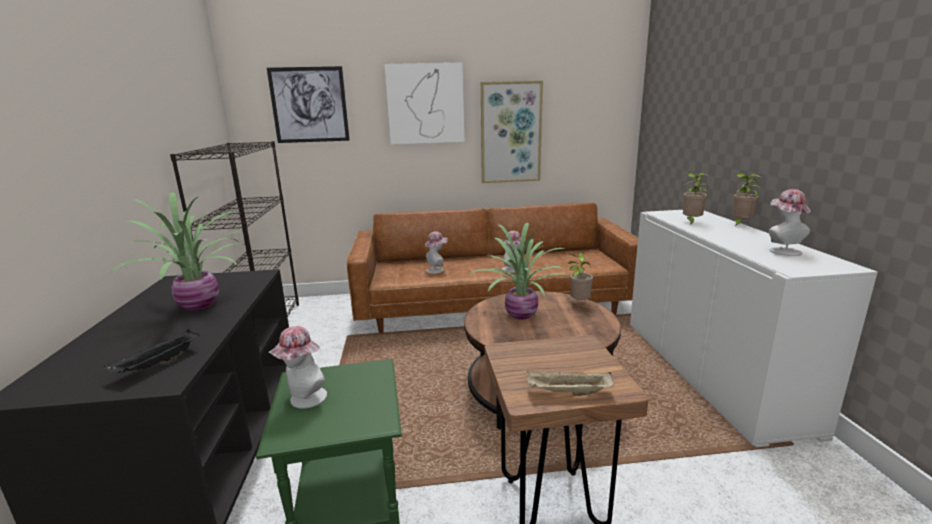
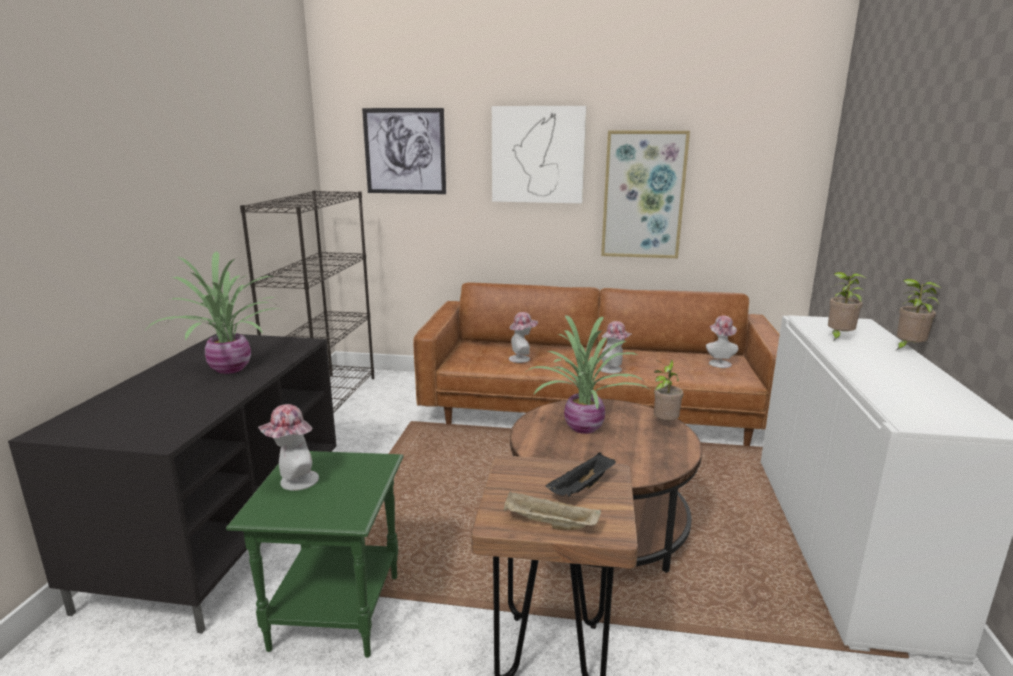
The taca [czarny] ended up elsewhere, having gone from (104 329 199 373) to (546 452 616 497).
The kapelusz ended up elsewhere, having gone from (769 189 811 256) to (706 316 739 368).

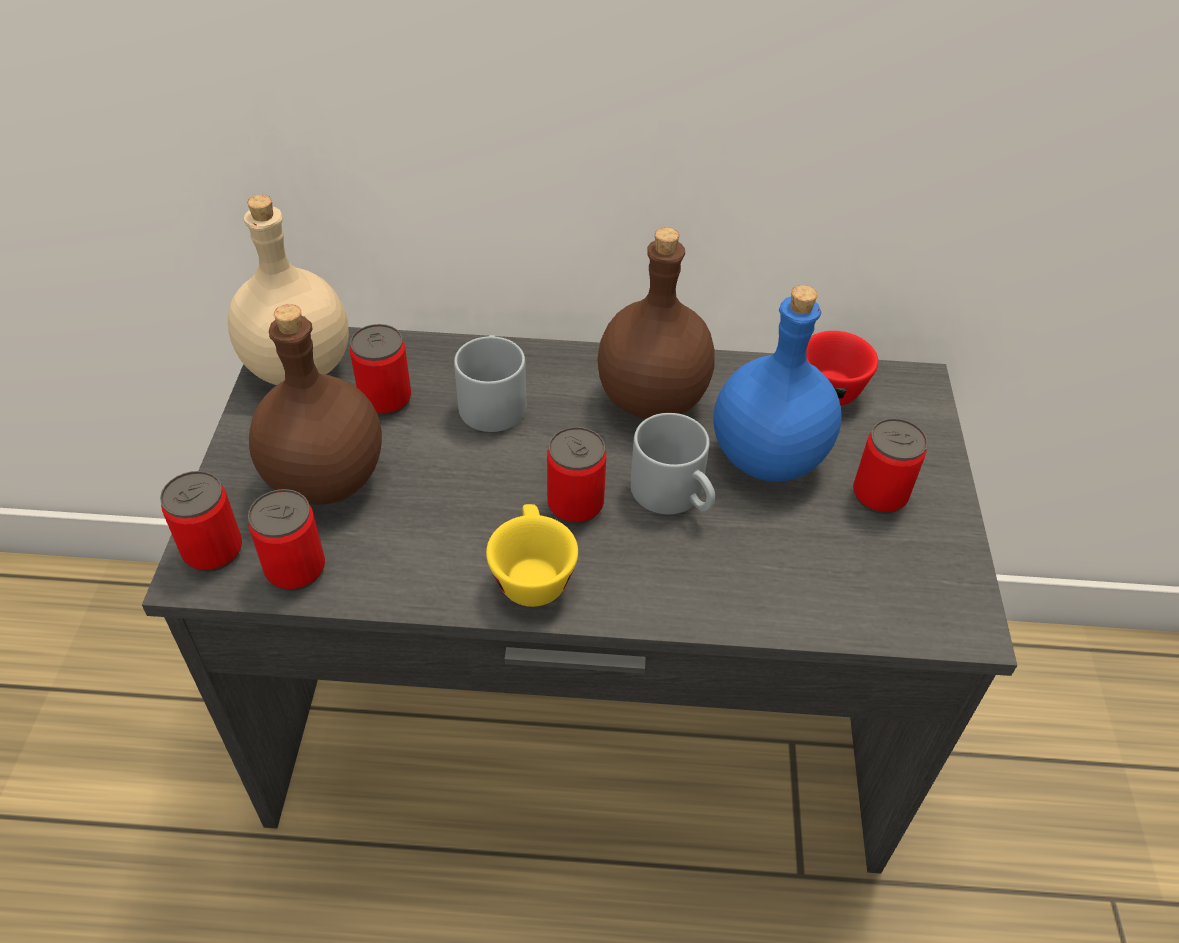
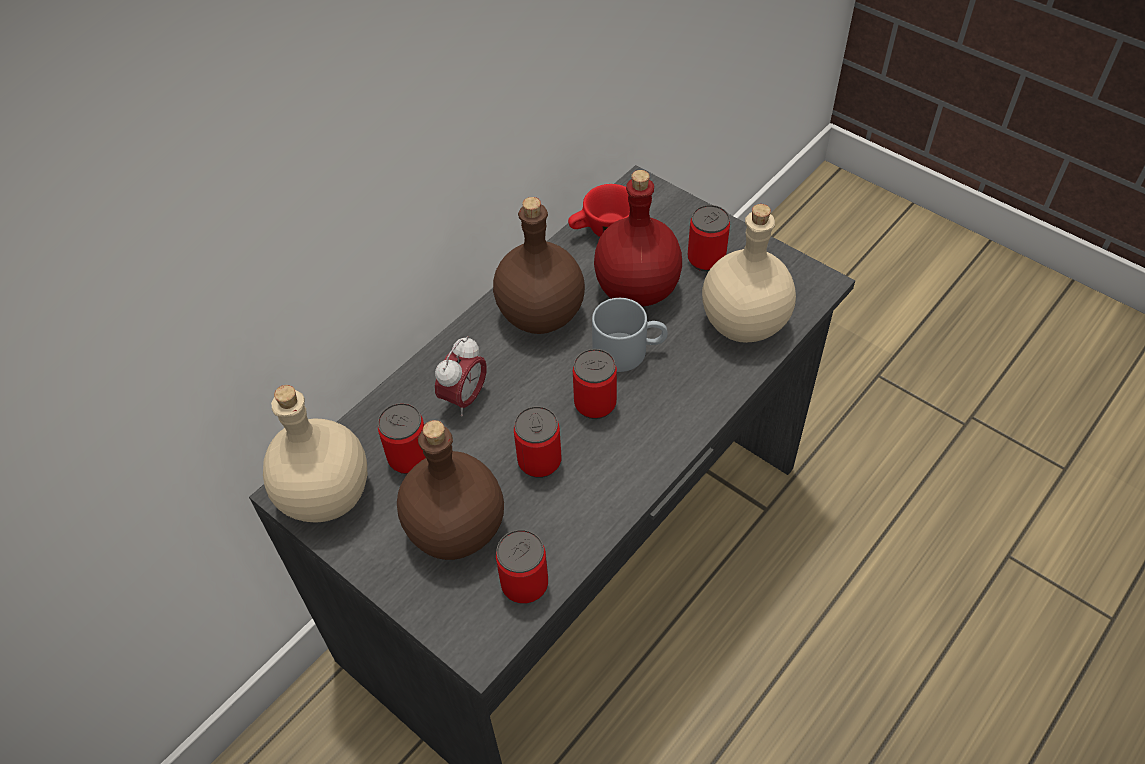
The second view lost the filiżanka [żółty] at (486 504 578 607).
The second view gained the butelka [beżowy] at (702 204 796 343).
The puszka ended up elsewhere, having gone from (160 471 242 572) to (514 406 561 478).
Where the kubek [szary] stood at (454 335 526 432), the budzik came to stand at (435 336 487 416).
What was the butelka [niebieski] at (713 285 841 482) turned into the butelka [czerwony] at (594 170 682 307).

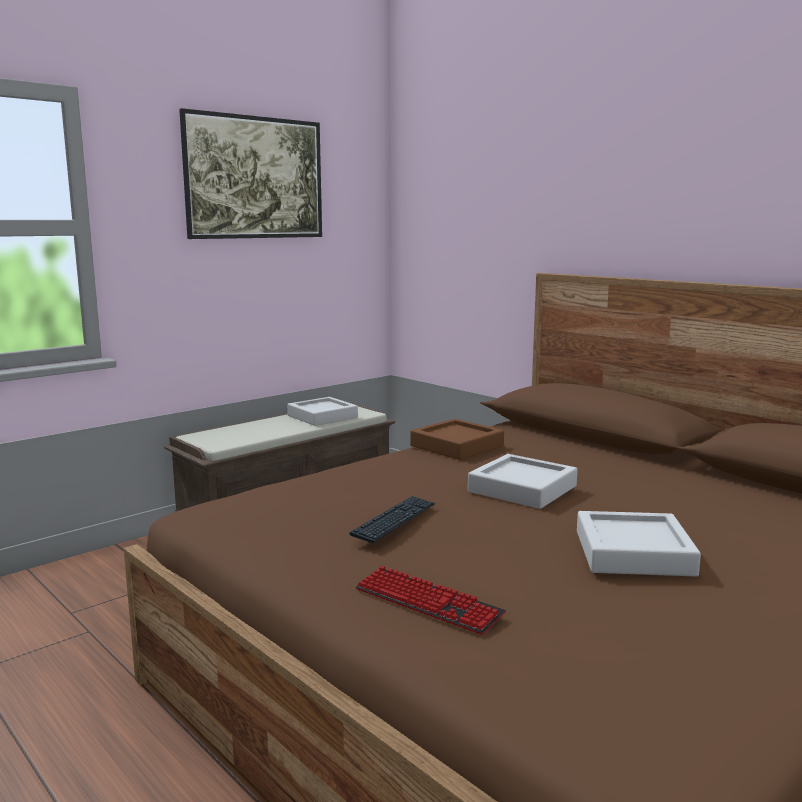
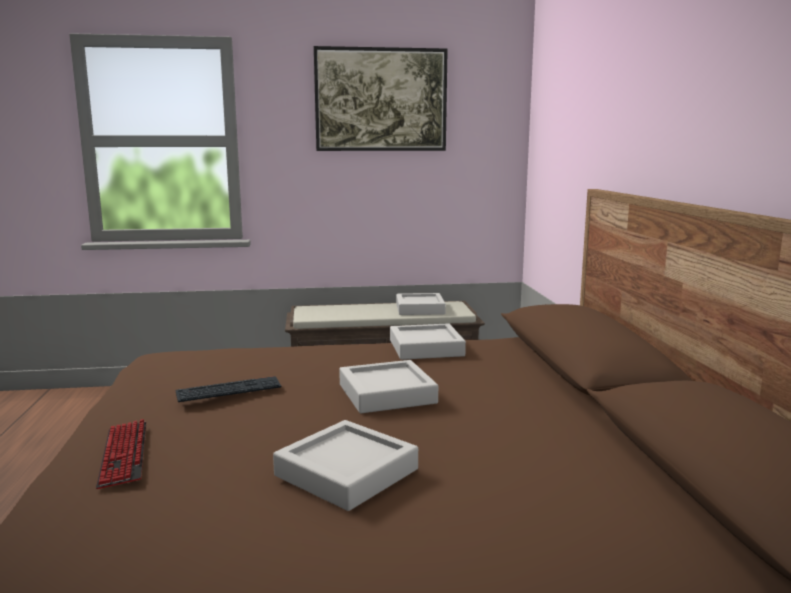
What was the taca [brązowy] at (410 419 504 460) turned into the taca [szary] at (390 323 466 360).

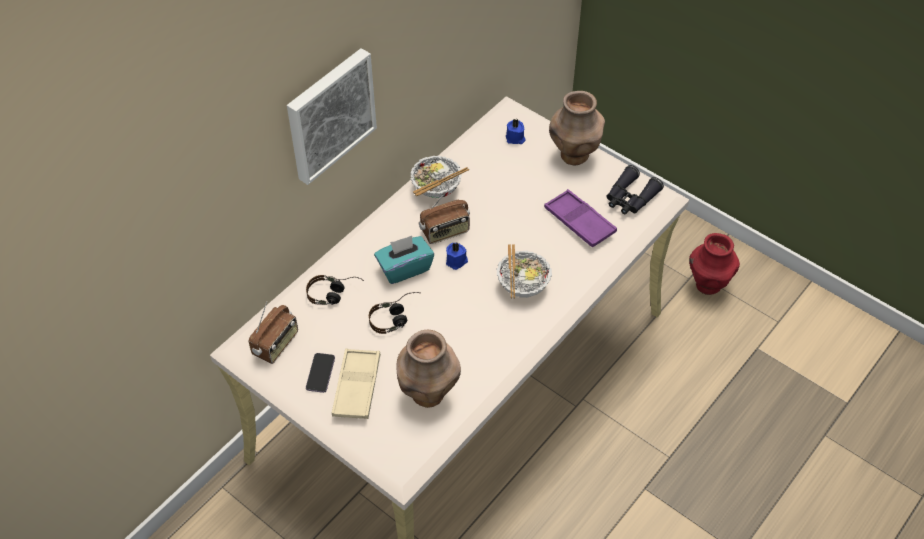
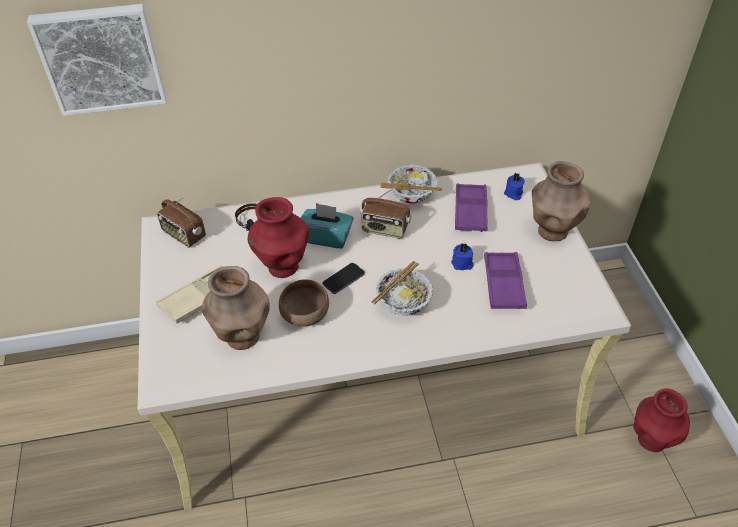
The second view lost the lornetka [czarny] at (606 165 664 214).
The second view gained the miska [brązowy] at (279 279 329 327).
The second view gained the taca [fioletowy] at (455 183 488 232).
The obraz ended up elsewhere, having gone from (287 48 377 185) to (27 4 166 116).
The telefon ended up elsewhere, having gone from (306 353 335 393) to (323 263 365 294).
The świeca [niebieski] ended up elsewhere, having gone from (446 243 468 270) to (451 243 474 270).
Where the słuchawki stood at (369 292 420 334), the wazon [czerwony] came to stand at (247 197 309 278).
The radio at (249 301 298 364) ended up facing another way, 60 degrees clockwise from before.

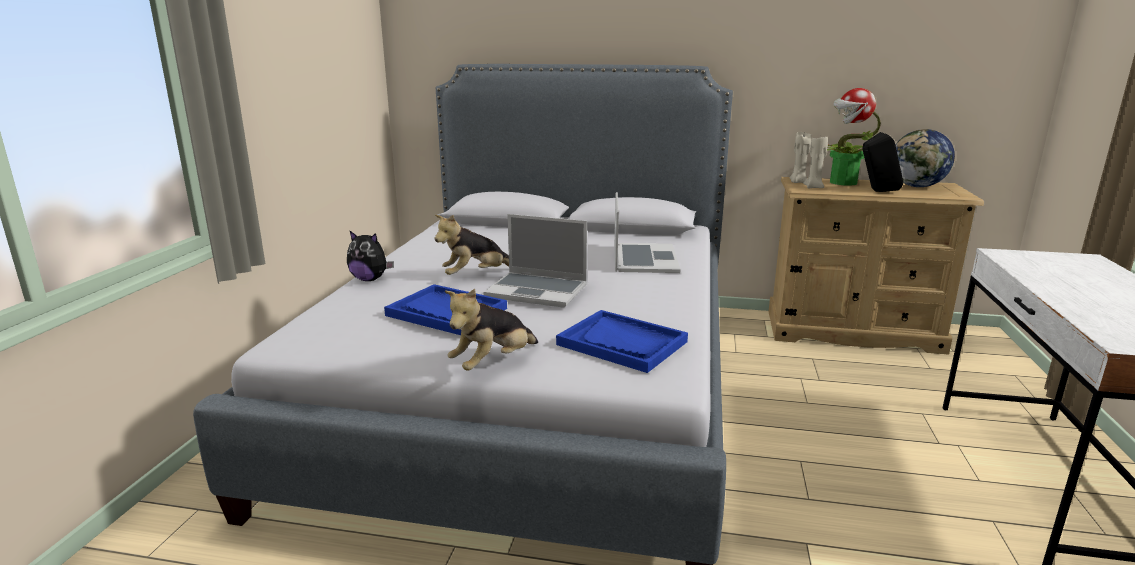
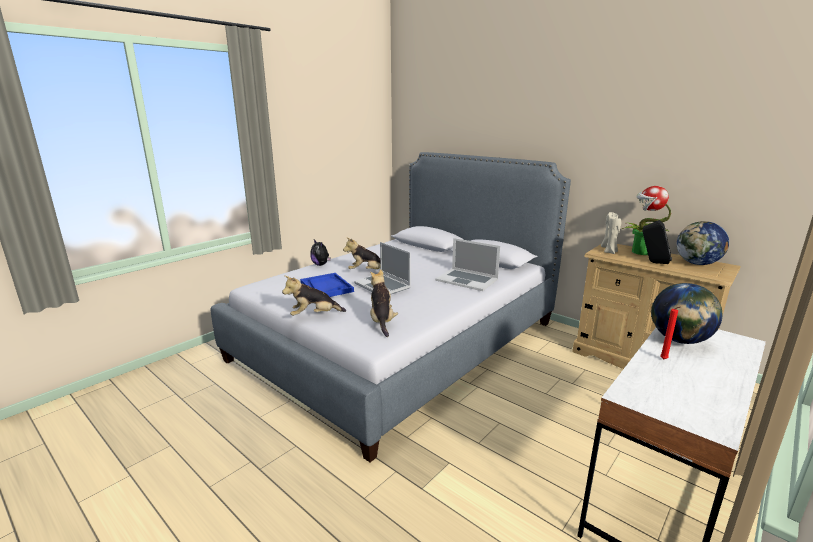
The second view gained the globus at (651 283 722 344).
The second view gained the świeca [czerwony] at (660 307 680 359).
Where the taca [niebieski] stood at (556 310 688 373), the pluszak came to stand at (370 269 398 337).
The laptop at (614 192 680 273) ended up facing another way, 90 degrees clockwise from before.

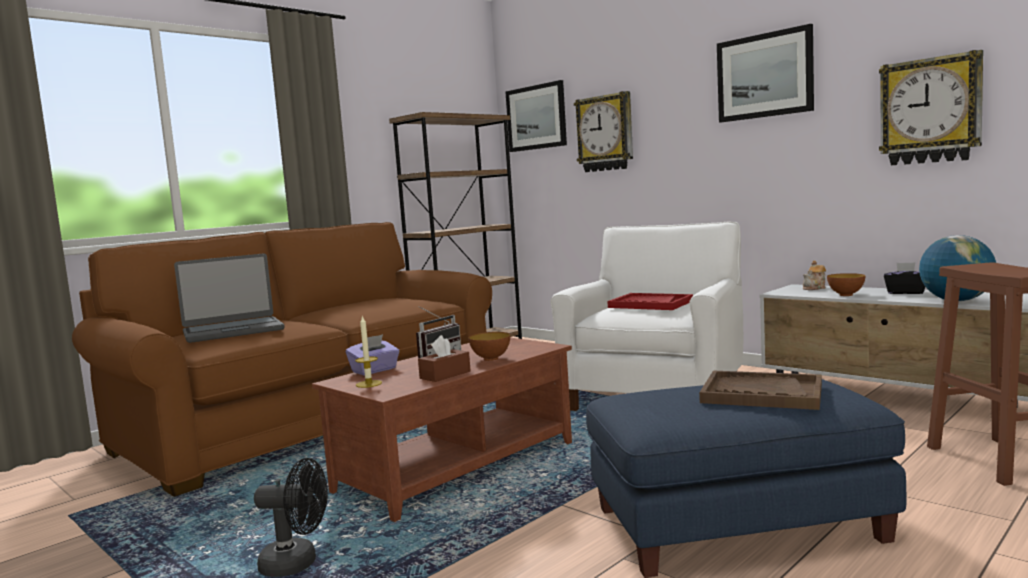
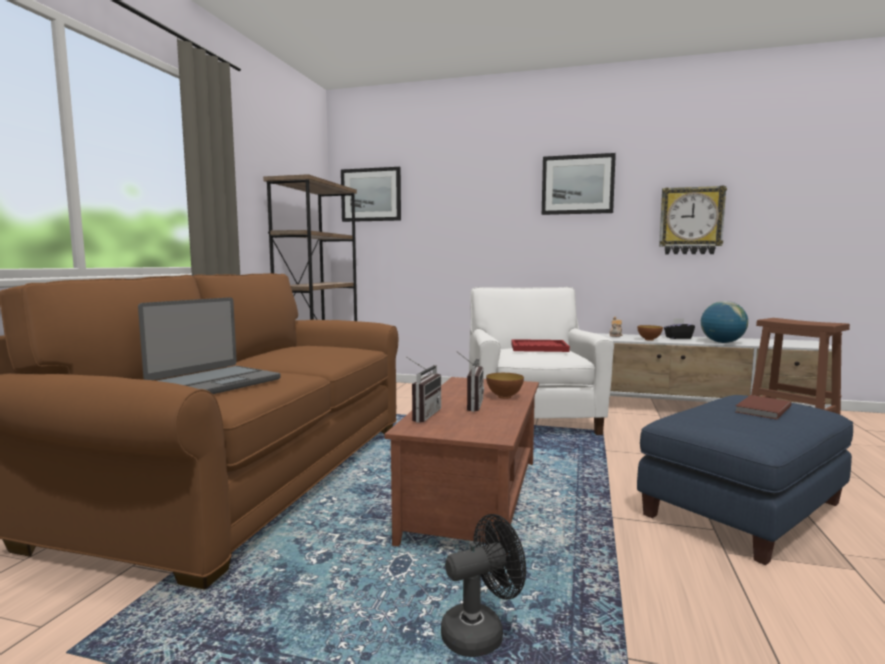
The second view lost the świeca at (355 315 382 388).
The second view lost the pudełko chusteczek [brązowy] at (418 335 471 382).
The second view lost the zegar ścienny at (574 91 633 172).
Where the pudełko chusteczek [fioletowy] stood at (346 334 400 375), the radio came to stand at (406 357 441 423).
Where the taca [brązowy] stood at (699 370 822 410), the książka [brązowy] came to stand at (735 395 791 420).

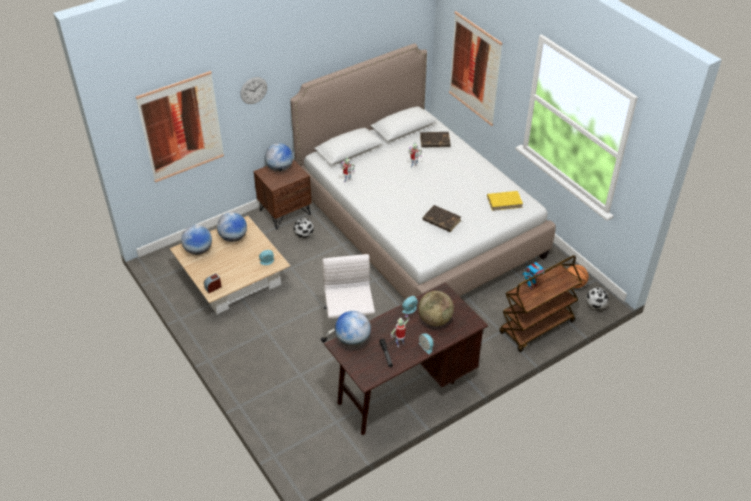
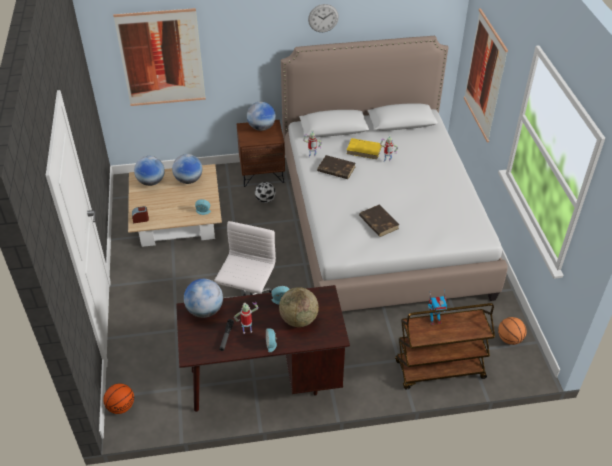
The second view lost the piłka futbolowa at (586 287 609 310).
The second view gained the piłka do koszykówki at (103 384 134 414).
The zegar ścienny ended up elsewhere, having gone from (240 77 267 104) to (308 4 339 32).
The książka [brązowy] ended up elsewhere, having gone from (420 132 451 147) to (317 155 356 179).
The książka [żółty] ended up elsewhere, having gone from (487 191 523 211) to (346 138 382 159).

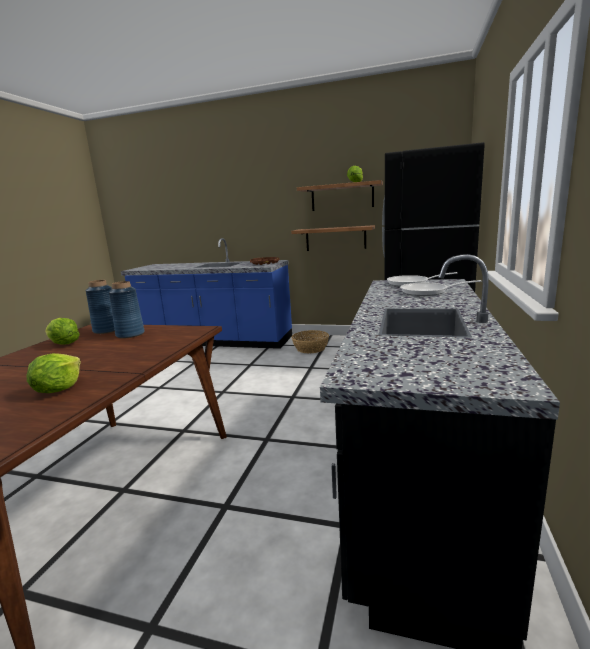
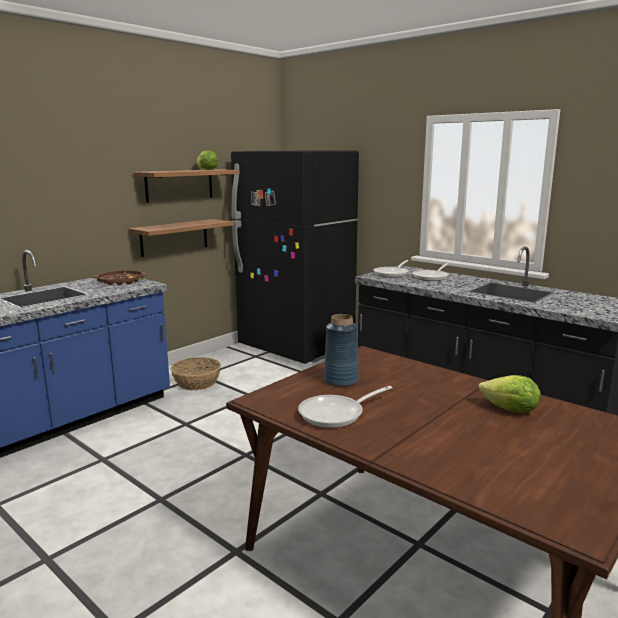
The second view lost the wazon [niebieski] at (85 280 115 334).
Where the sałata stood at (45 318 80 345), the patelnia came to stand at (298 386 392 428).

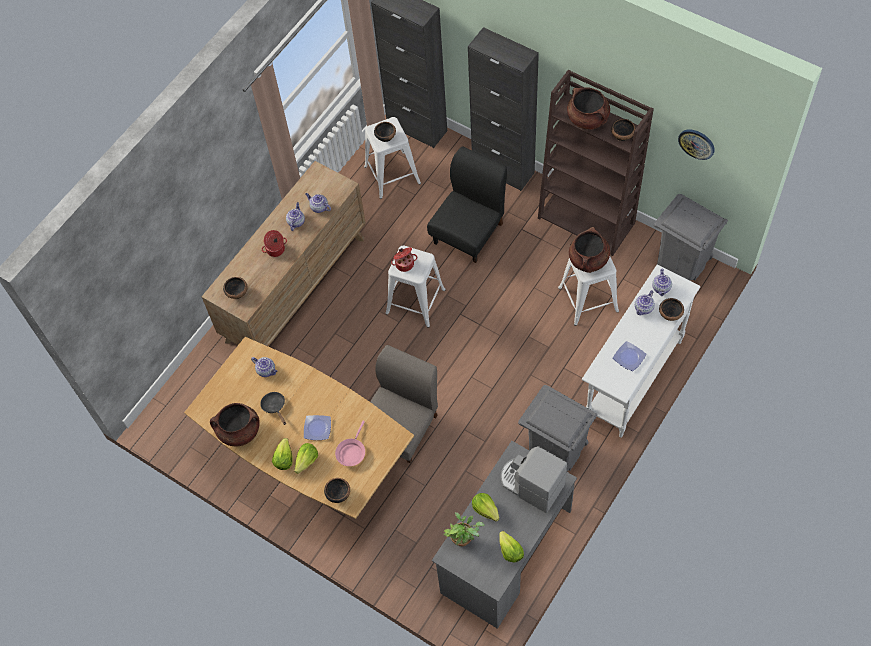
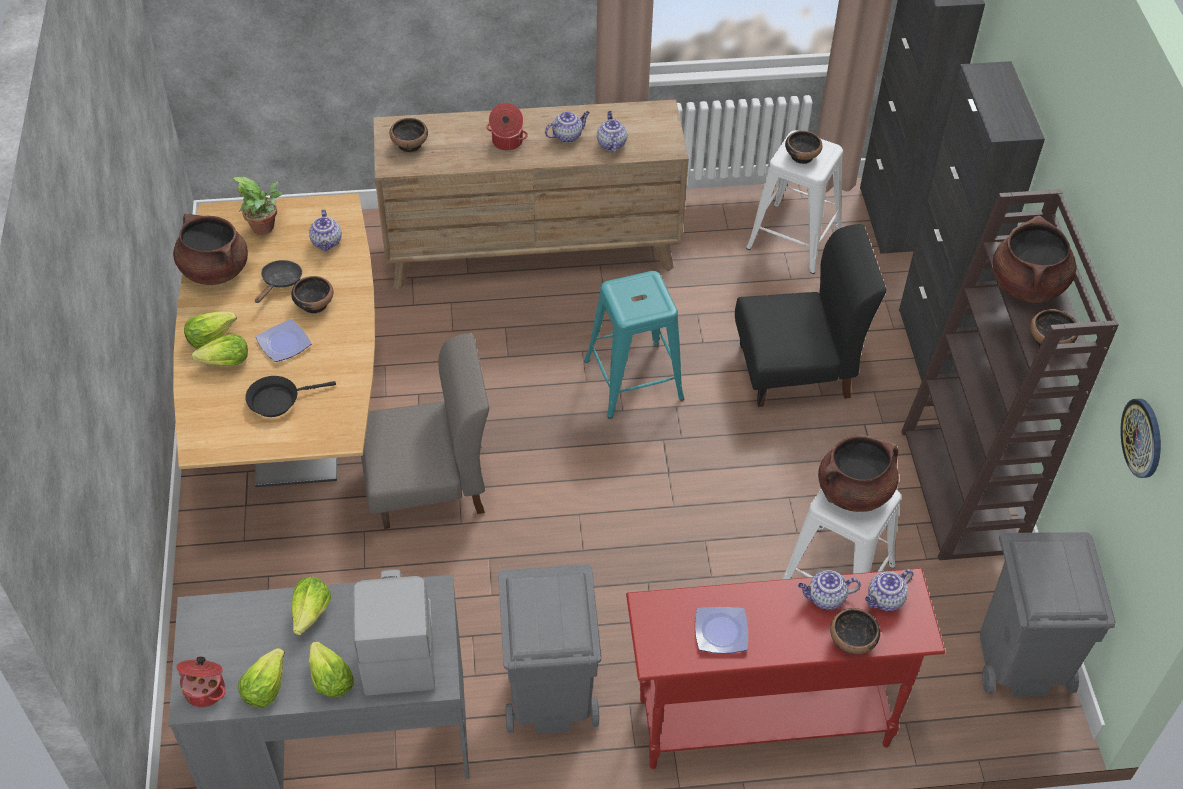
The second view gained the sałata at (309 641 354 697).
The miska ended up elsewhere, having gone from (324 478 350 503) to (291 276 334 313).
The garnek ended up elsewhere, having gone from (391 247 417 272) to (176 656 225 707).
The roślina doniczkowa ended up elsewhere, having gone from (444 512 485 546) to (231 177 283 235).
What was the patelnia [różowy] at (335 421 365 466) turned into the patelnia [czarny] at (245 376 336 417).
What was the stołek [biały] at (386 246 446 328) turned into the stołek [turkusowy] at (584 271 684 419).
What was the stolik konsolowy [biały] at (582 265 701 437) turned into the stolik konsolowy [czerwony] at (626 568 945 769).

